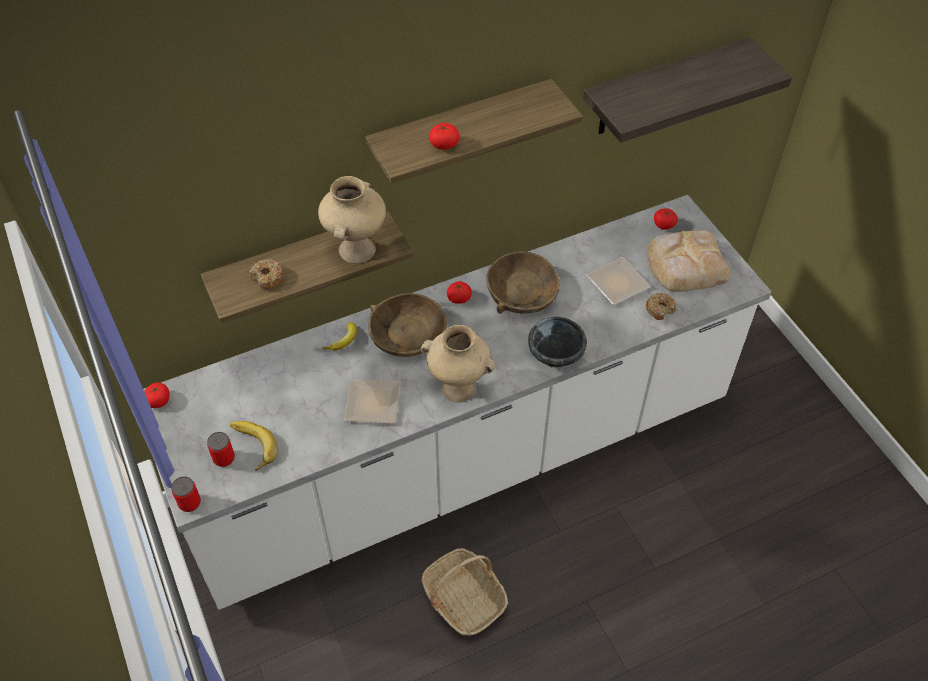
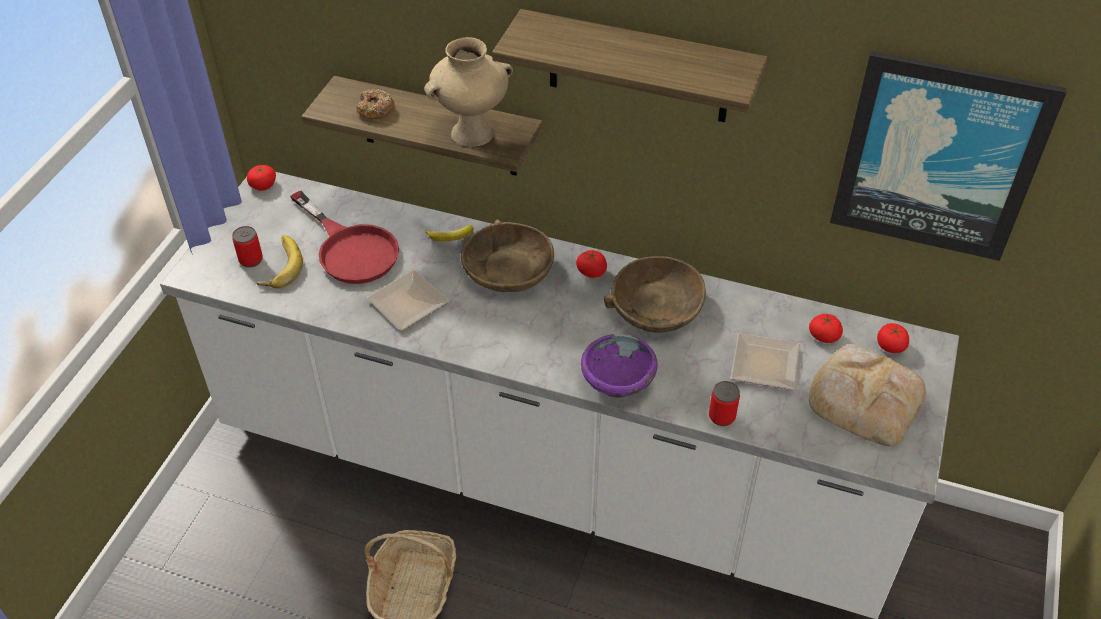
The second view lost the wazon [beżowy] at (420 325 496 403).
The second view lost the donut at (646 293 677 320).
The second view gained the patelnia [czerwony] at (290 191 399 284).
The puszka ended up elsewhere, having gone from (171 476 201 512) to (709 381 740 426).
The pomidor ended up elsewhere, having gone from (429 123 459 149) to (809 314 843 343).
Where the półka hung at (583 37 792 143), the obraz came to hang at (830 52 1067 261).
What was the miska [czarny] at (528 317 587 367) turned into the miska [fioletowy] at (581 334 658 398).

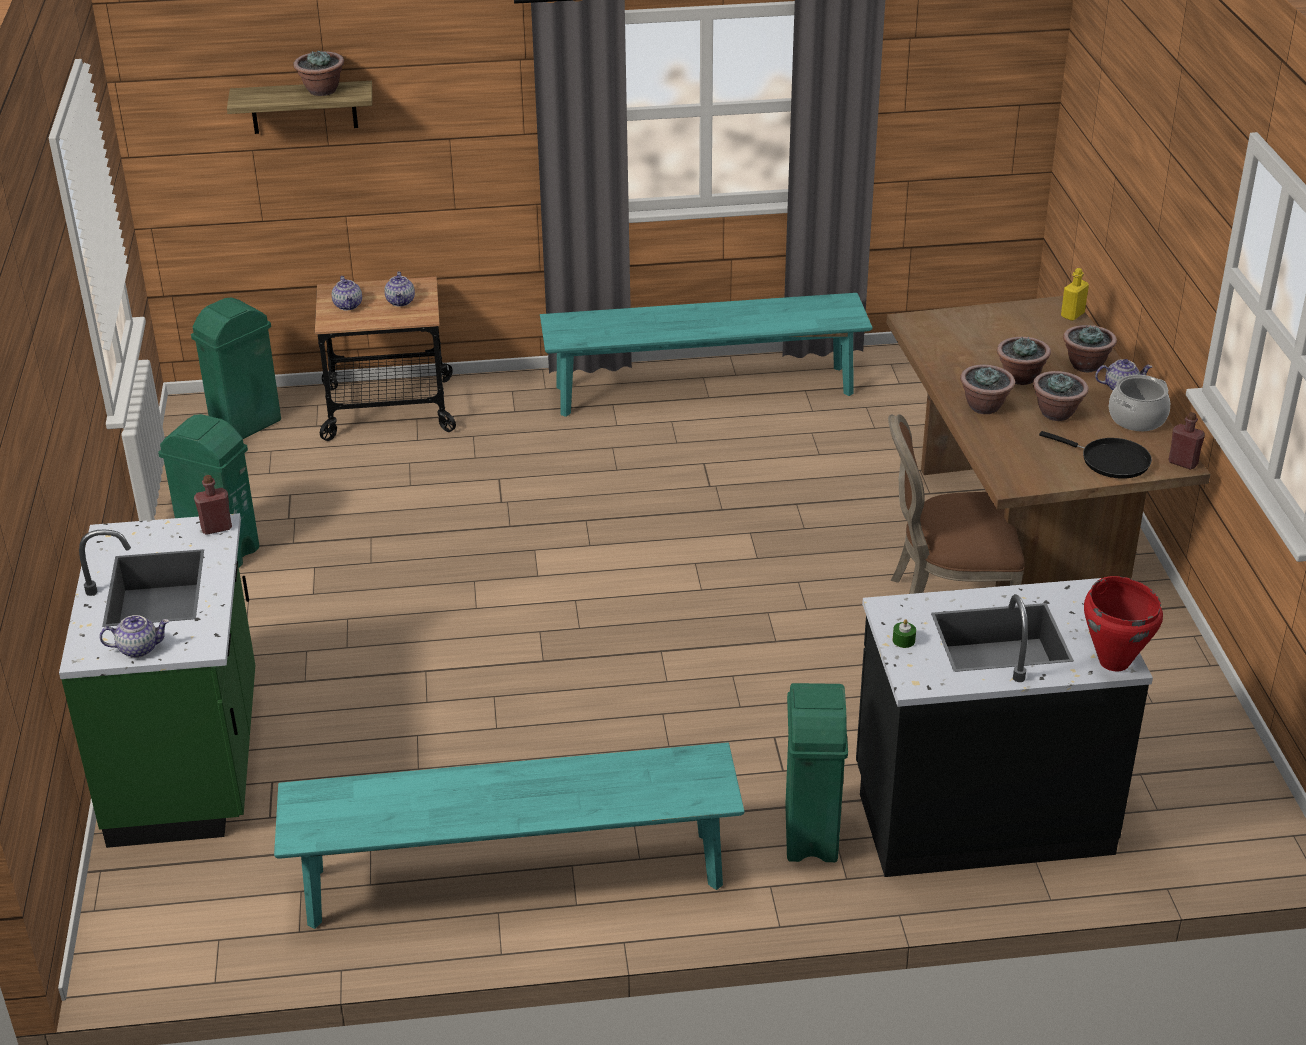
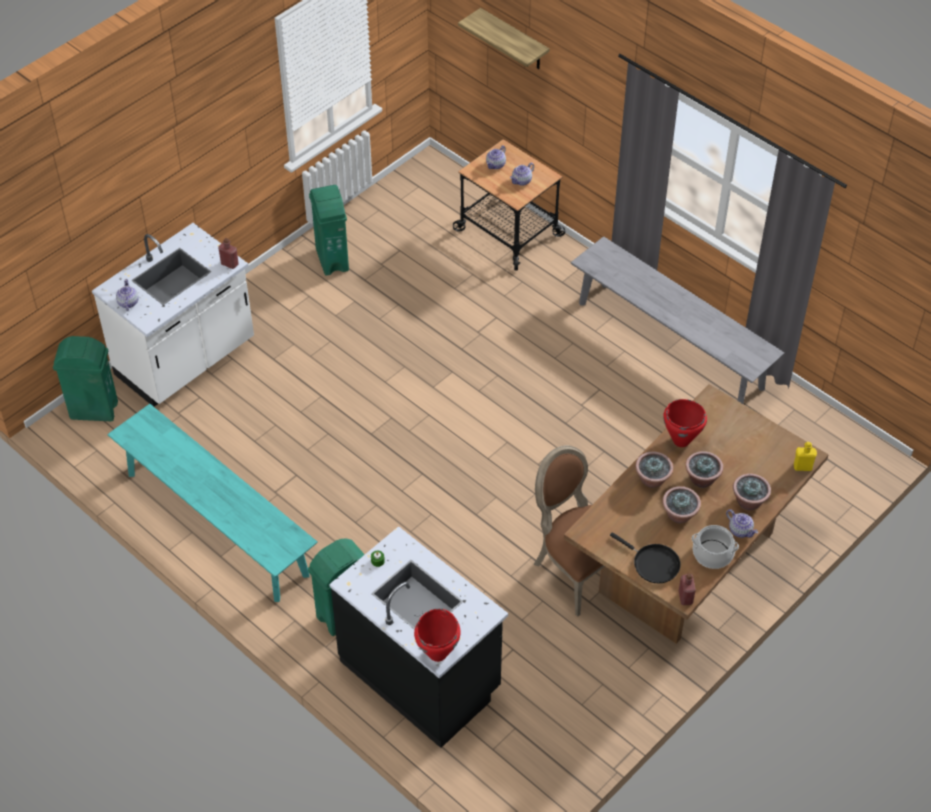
The second view lost the roślina doniczkowa at (293 51 344 96).
The second view gained the garnek [czerwony] at (663 399 707 447).
The kosz na śmieci [zielony] ended up elsewhere, having gone from (191 298 281 439) to (53 336 118 421).
What was the zabudowa kuchenna [zielony] at (59 513 255 848) turned into the zabudowa kuchenna [biały] at (92 223 254 407).
What was the ławka [turkusowy] at (540 293 872 417) turned into the ławka [szary] at (571 236 784 404).
The imbryk at (99 615 169 658) ended up facing another way, 135 degrees counterclockwise from before.
The patelnia [czarny] at (1039 431 1152 479) ended up facing another way, 45 degrees counterclockwise from before.

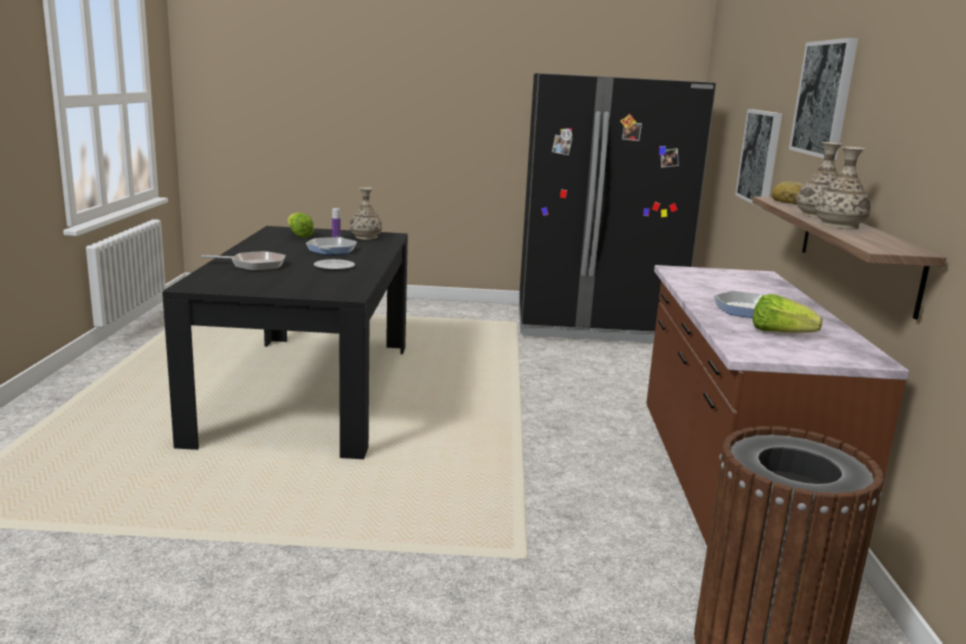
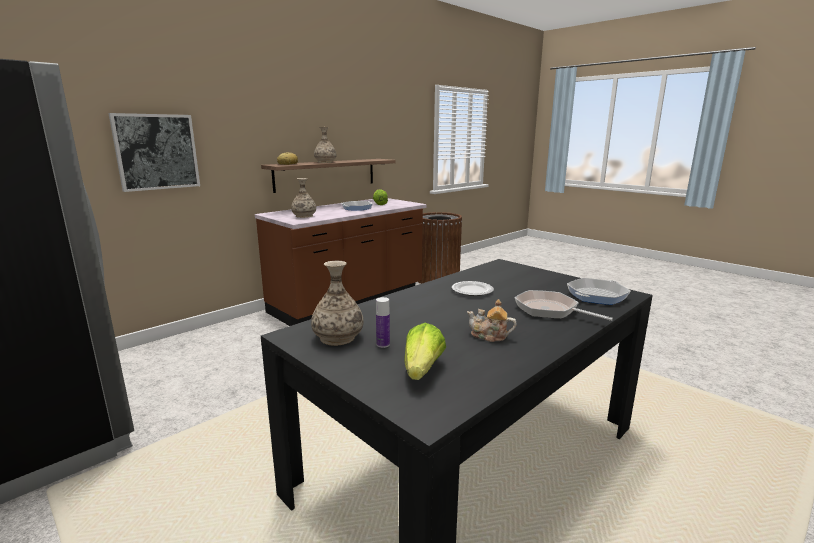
The second view lost the obraz at (789 38 858 160).
The second view gained the imbryk at (467 299 517 342).
The patelnia ended up elsewhere, having gone from (306 237 357 255) to (567 278 631 305).
The wazon ended up elsewhere, having gone from (815 147 871 230) to (291 178 316 218).

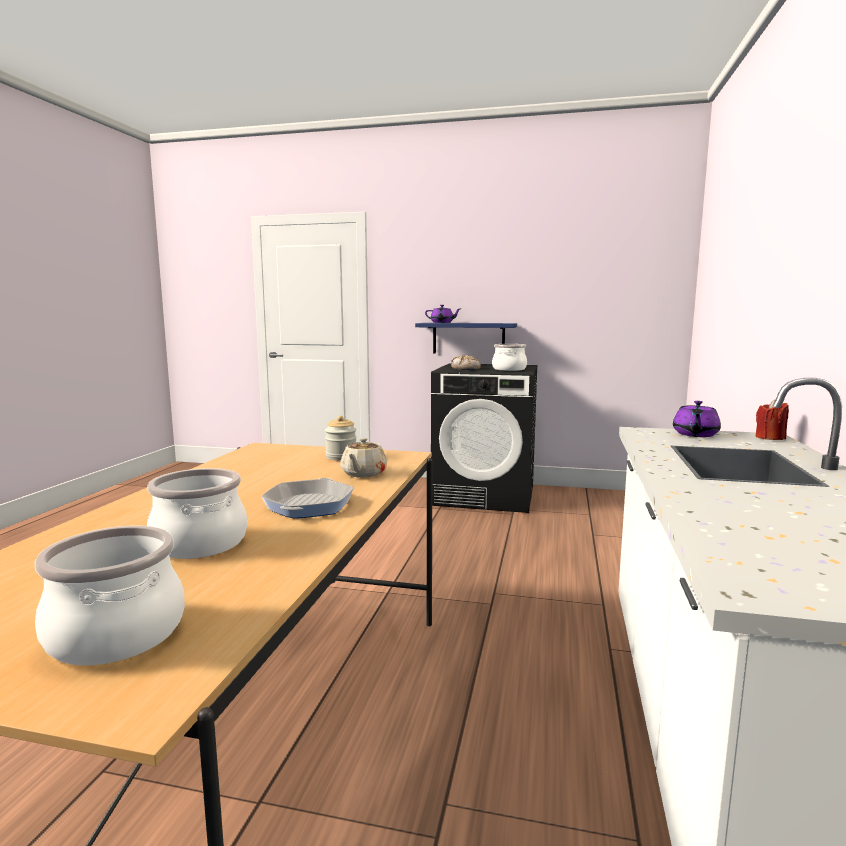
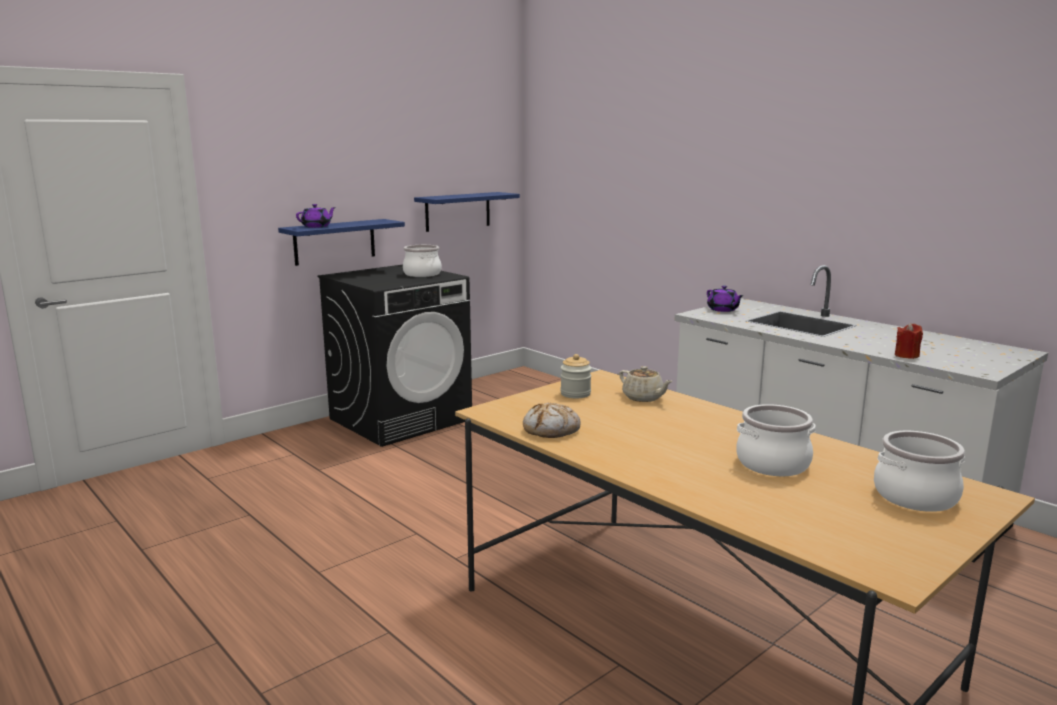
The second view lost the patelnia at (261 478 354 519).
The second view gained the półka [niebieski] at (414 192 520 232).
The chleb ended up elsewhere, having gone from (451 355 481 370) to (523 403 580 438).
The świeca [czerwony] ended up elsewhere, having gone from (755 400 789 440) to (895 323 923 359).

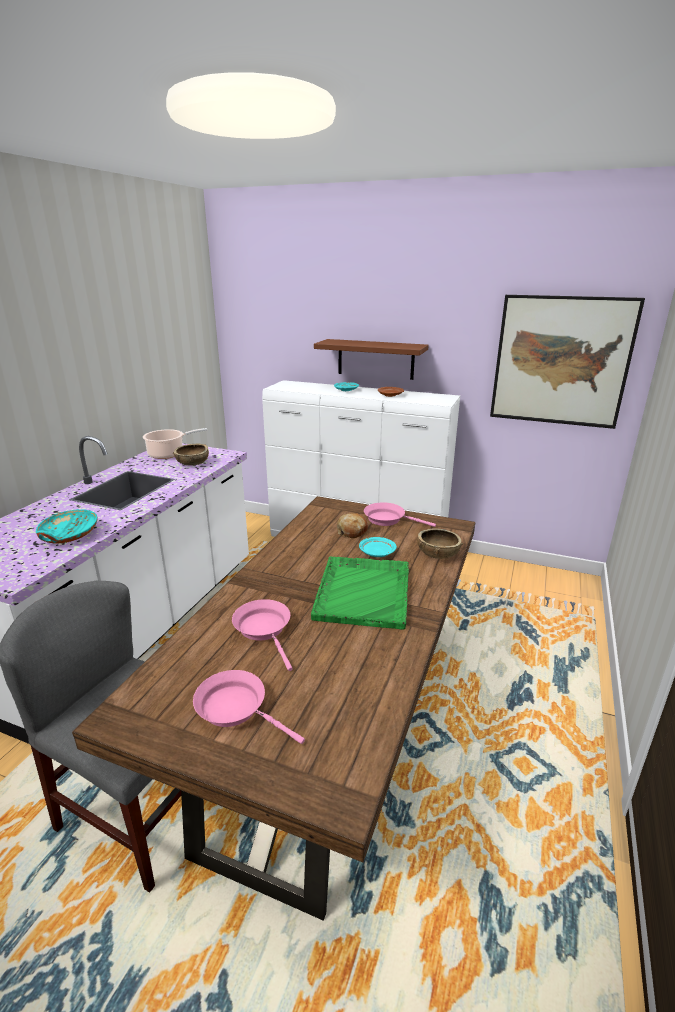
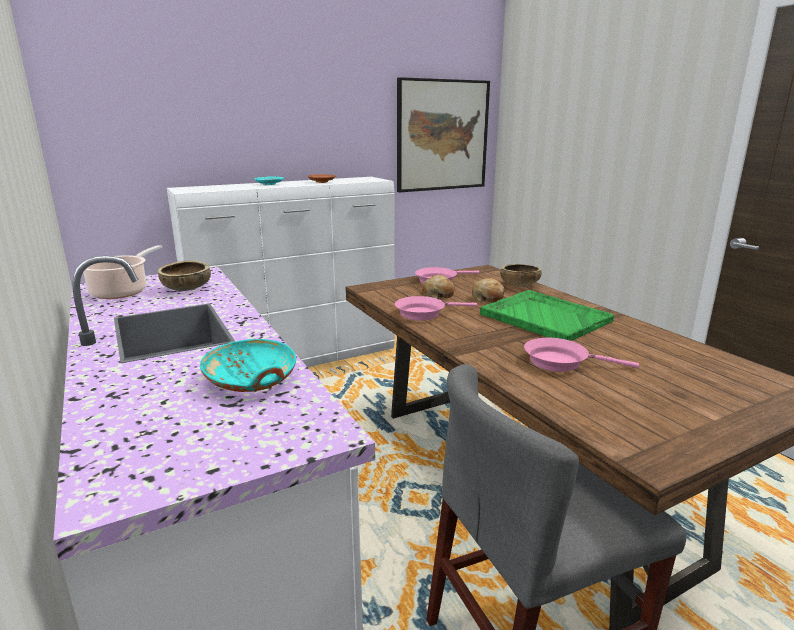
The second view lost the półka [brązowy] at (314 339 428 380).
The patelnia [różowy] ended up elsewhere, having gone from (193 670 305 744) to (395 296 477 321).
Where the talerz [turkusowy] stood at (359 537 397 557), the chleb came to stand at (472 278 504 303).

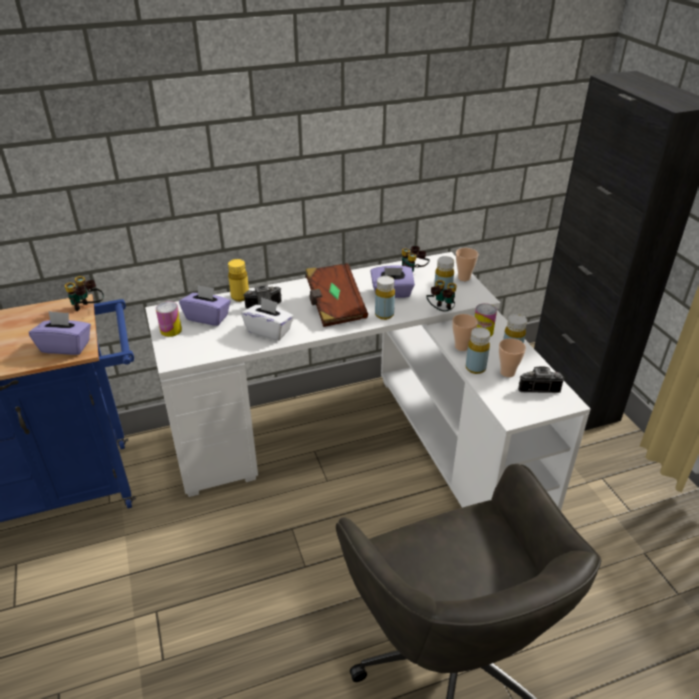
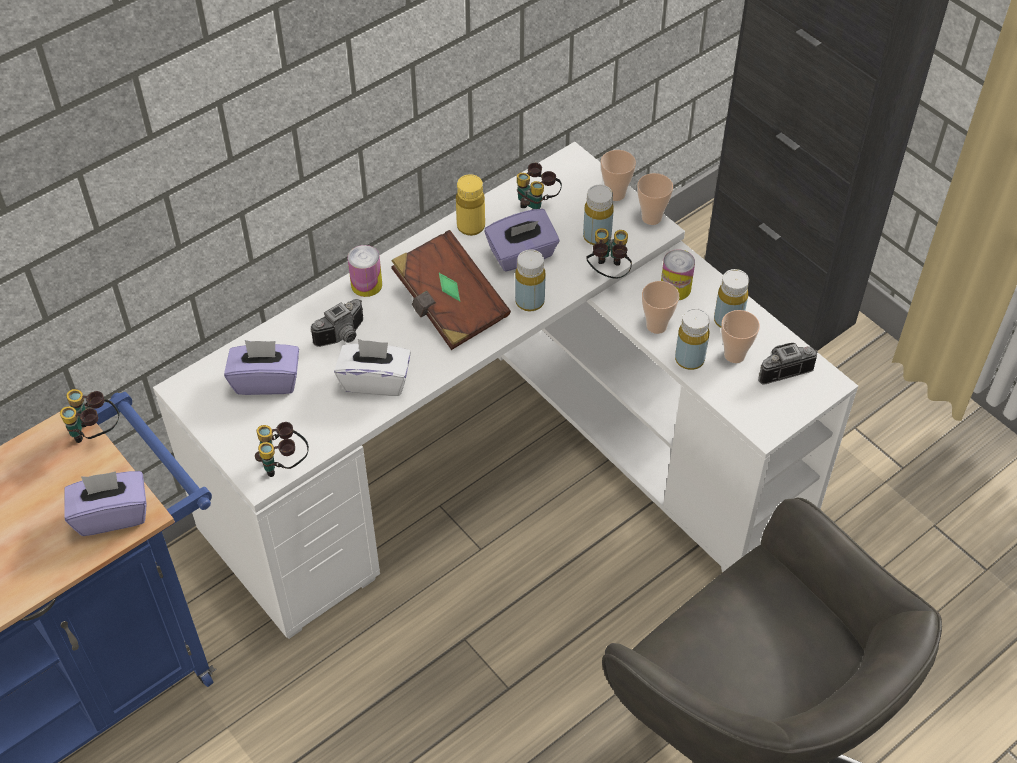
The second view gained the lornetka at (255 422 309 477).
The second view gained the filiżanka at (637 173 673 225).
The puszka ended up elsewhere, having gone from (156 301 182 337) to (348 245 382 297).
The butelka [żółty] ended up elsewhere, having gone from (228 259 249 302) to (456 174 485 236).

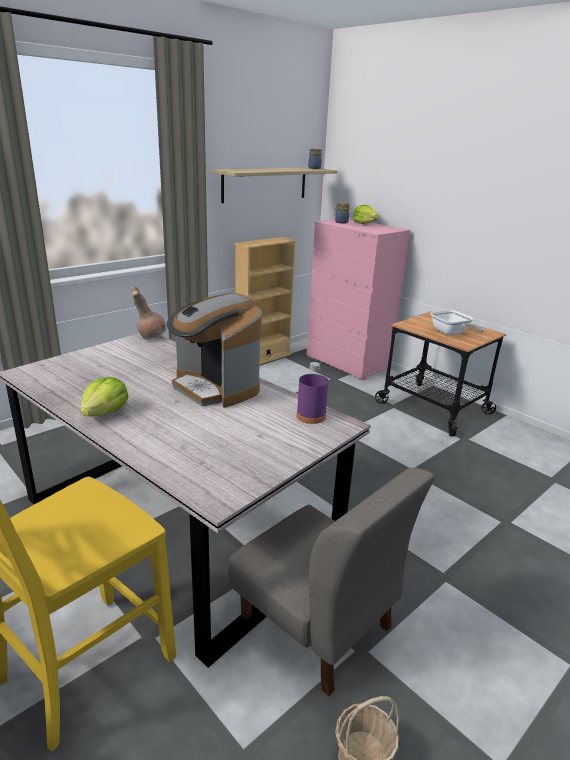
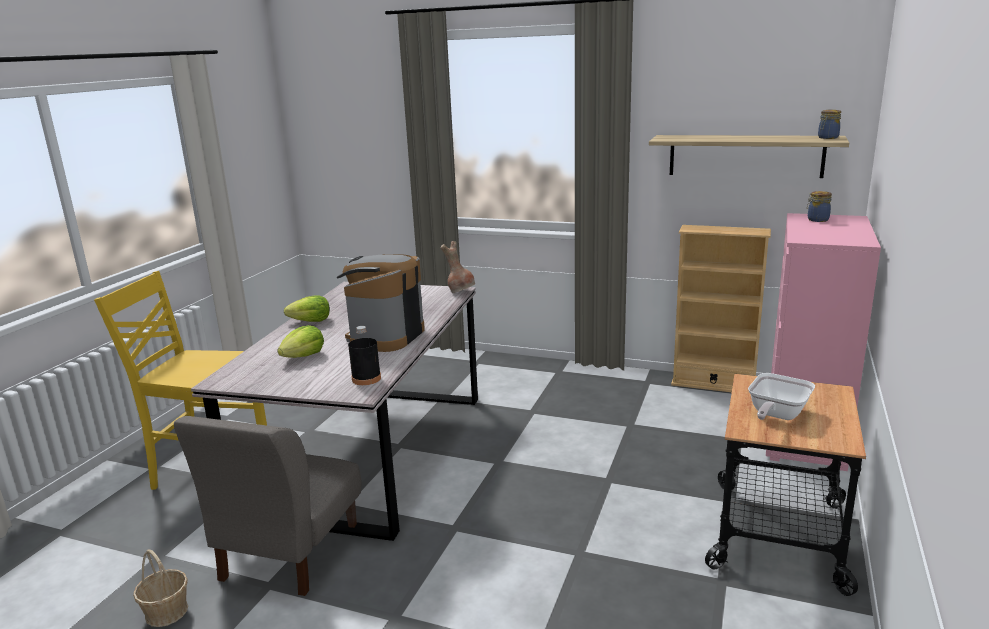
The sałata ended up elsewhere, having gone from (353 205 379 224) to (277 325 324 358).
What was the butelka [fioletowy] at (296 362 329 424) turned into the butelka [czarny] at (348 326 381 385).

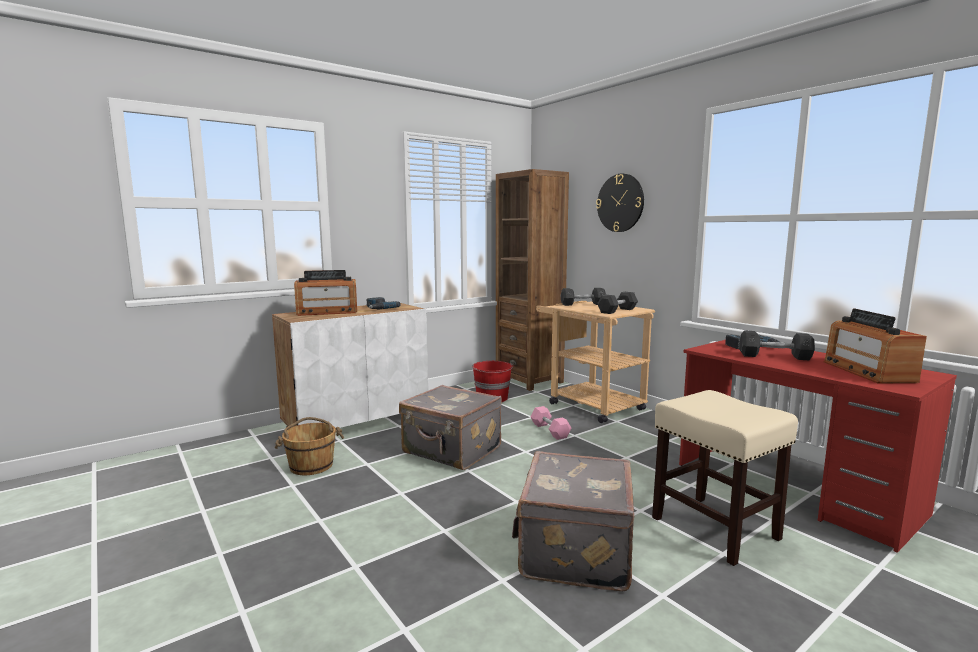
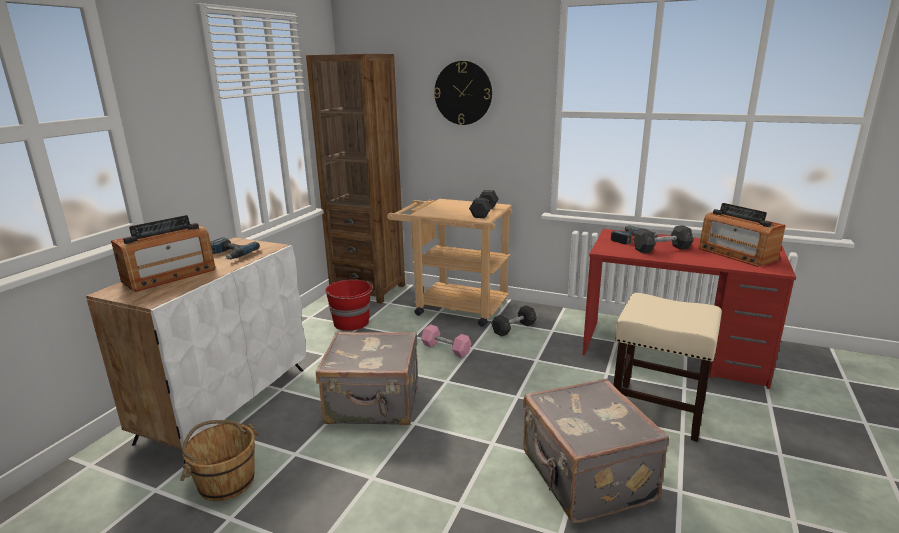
The hantel [szary] ended up elsewhere, having gone from (561 288 606 306) to (491 305 537 337).

